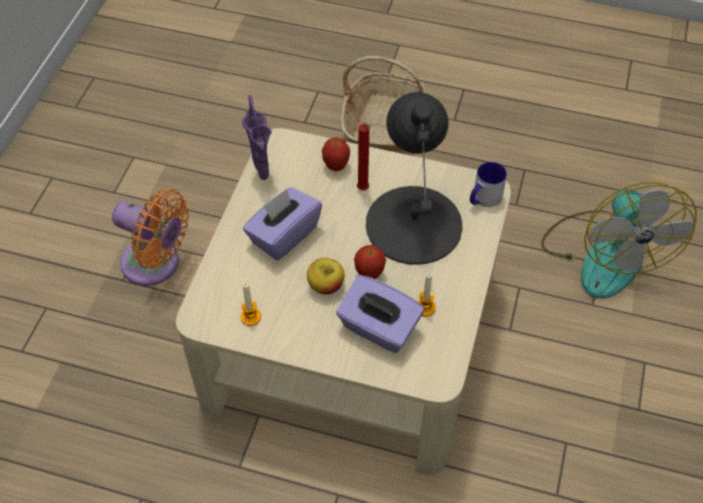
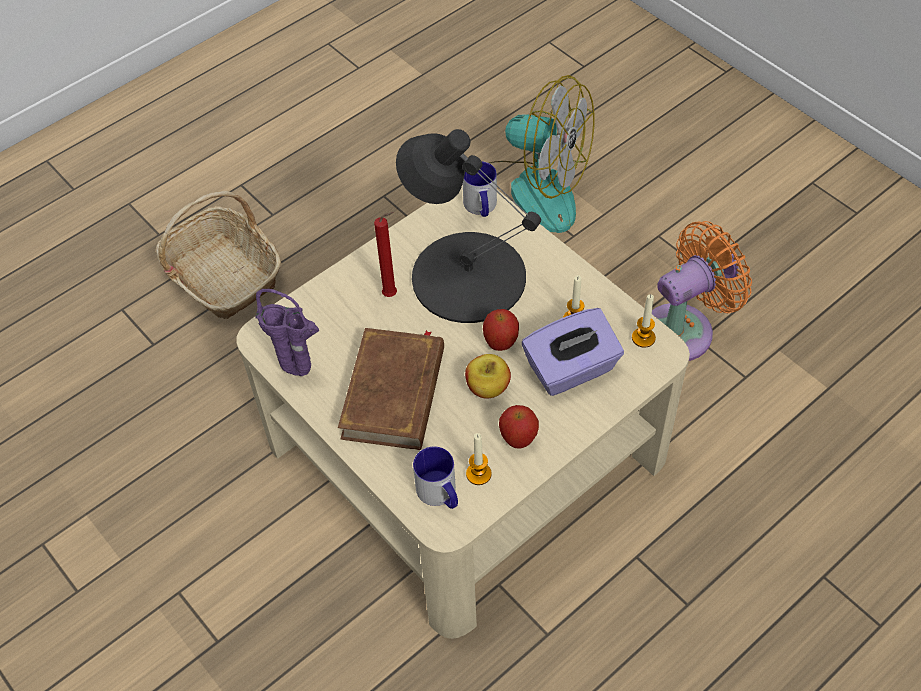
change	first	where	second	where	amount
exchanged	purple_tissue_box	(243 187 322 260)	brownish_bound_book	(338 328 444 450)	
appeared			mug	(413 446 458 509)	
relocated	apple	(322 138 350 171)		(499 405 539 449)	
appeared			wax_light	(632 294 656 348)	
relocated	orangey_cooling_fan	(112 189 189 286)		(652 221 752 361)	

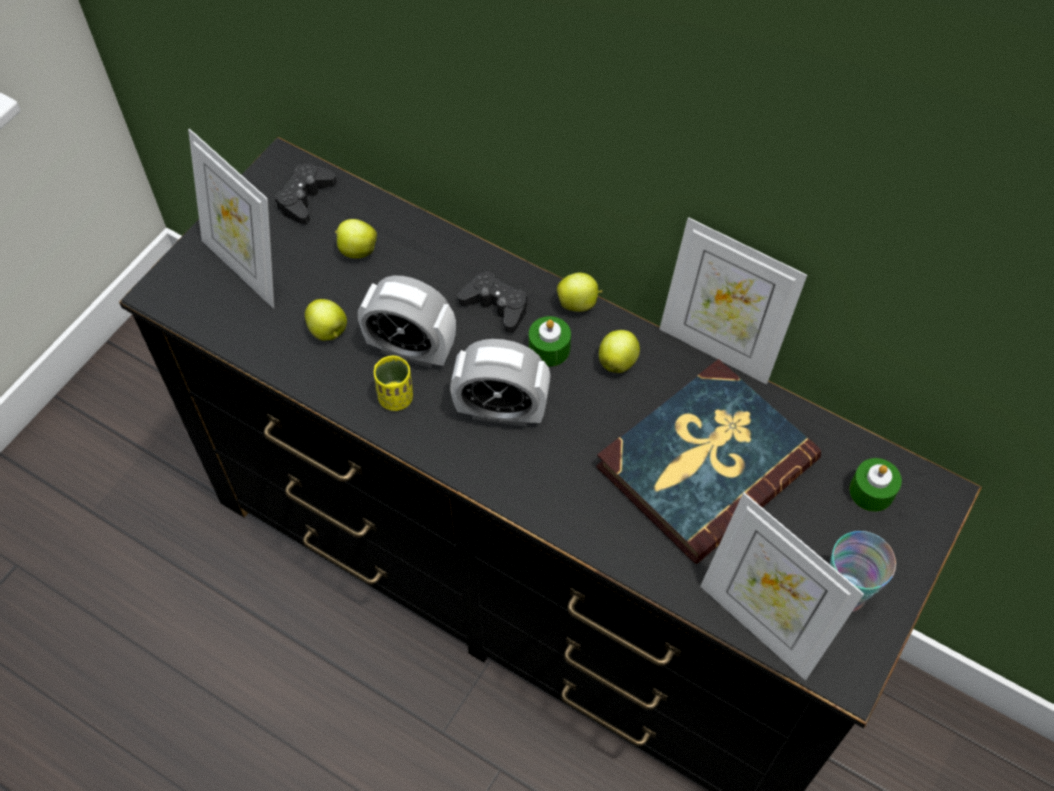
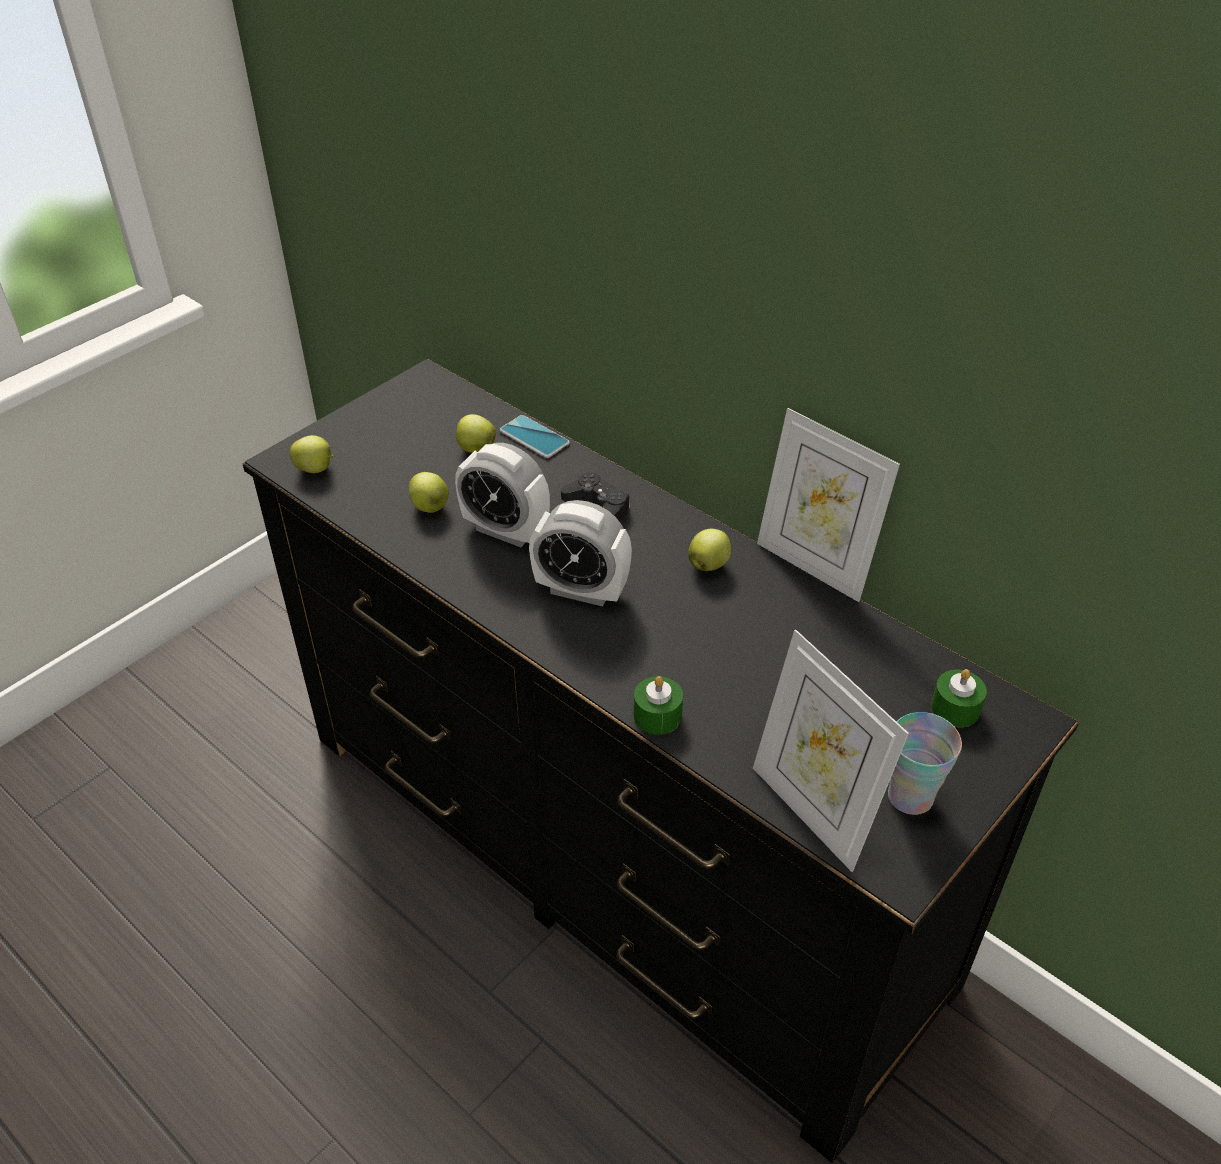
change	first	where	second	where	amount
relocated	apple	(557 273 602 312)		(290 435 334 473)	
appeared			handset	(500 415 570 458)	
relocated	greenish_wax_light	(529 316 571 367)		(634 676 683 735)	
missing	picture_frame	(188 129 274 308)			
missing	black_game_controller	(275 163 337 224)			
missing	yellow-coloured_cup	(374 356 413 411)			
missing	bound_book	(596 359 821 564)			

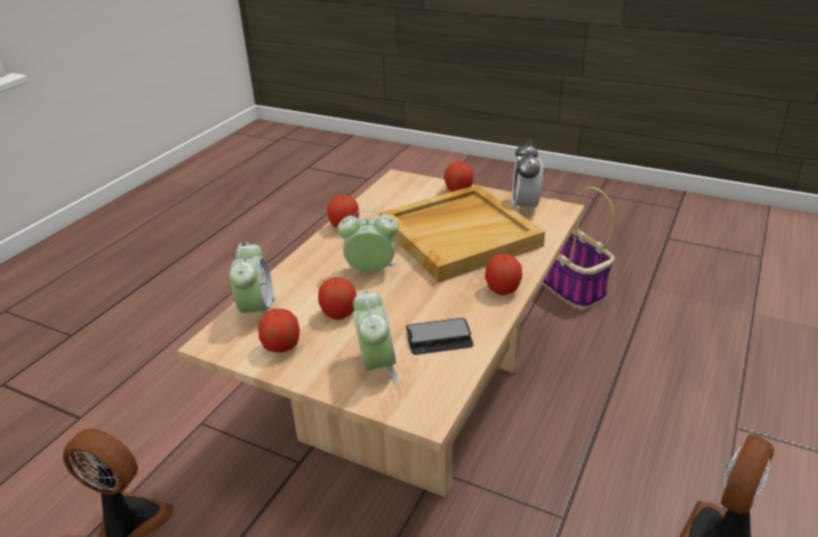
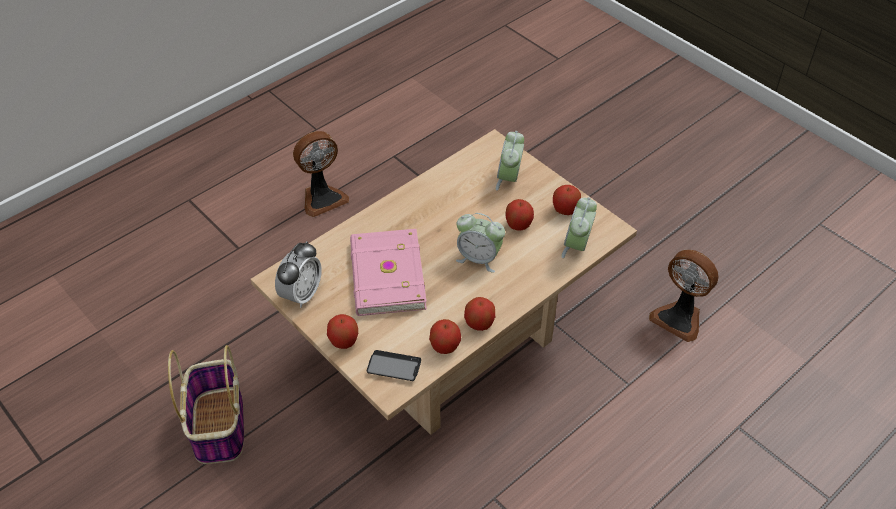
change	first	where	second	where	amount
exchanged	beige_carrying_tray	(380 185 545 282)	pink_bound_book	(350 229 427 316)	
relocated	handset	(406 318 473 355)		(367 350 421 381)	
relocated	apple	(485 254 522 295)		(429 319 461 354)	

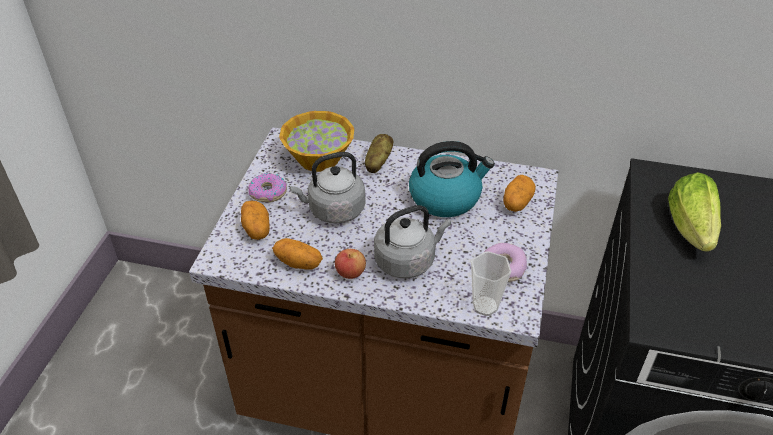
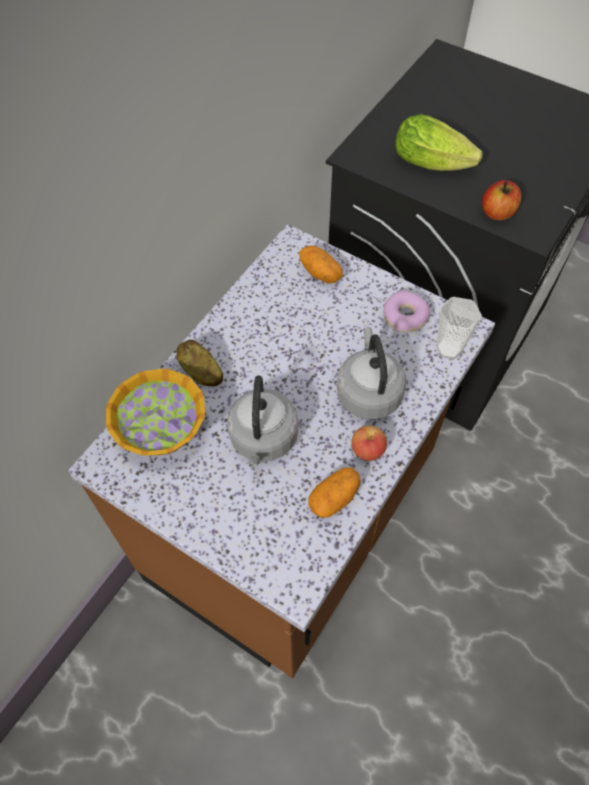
change	first	where	second	where	amount
appeared			apple	(482 180 521 220)	
missing	spud	(241 200 270 240)			
missing	donut	(248 173 287 202)			
missing	tea_kettle	(409 141 495 217)			

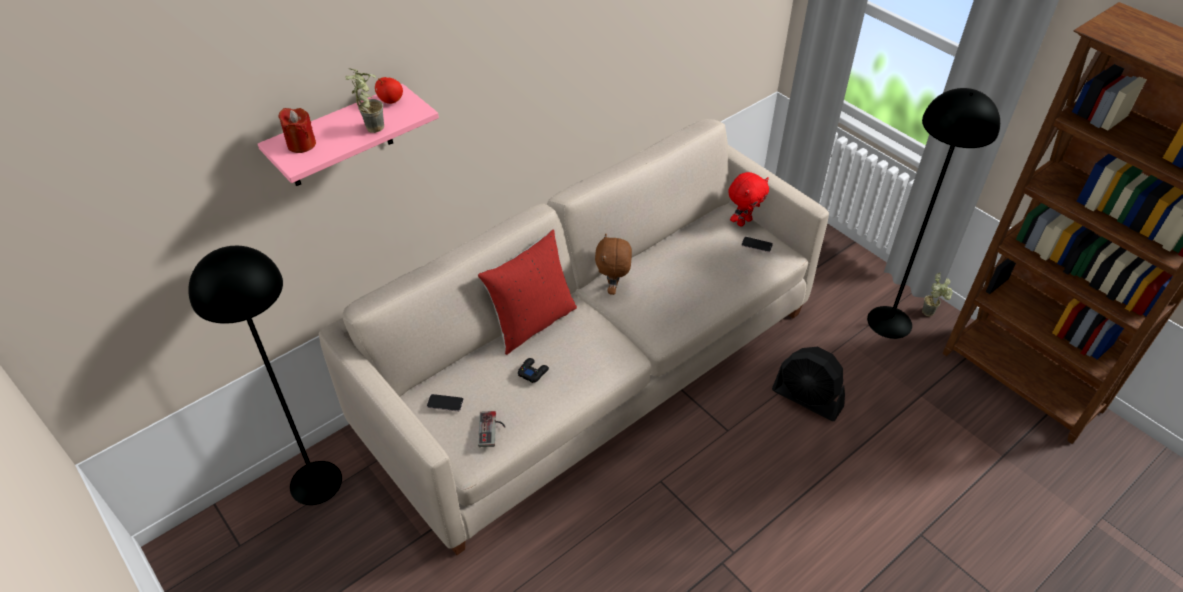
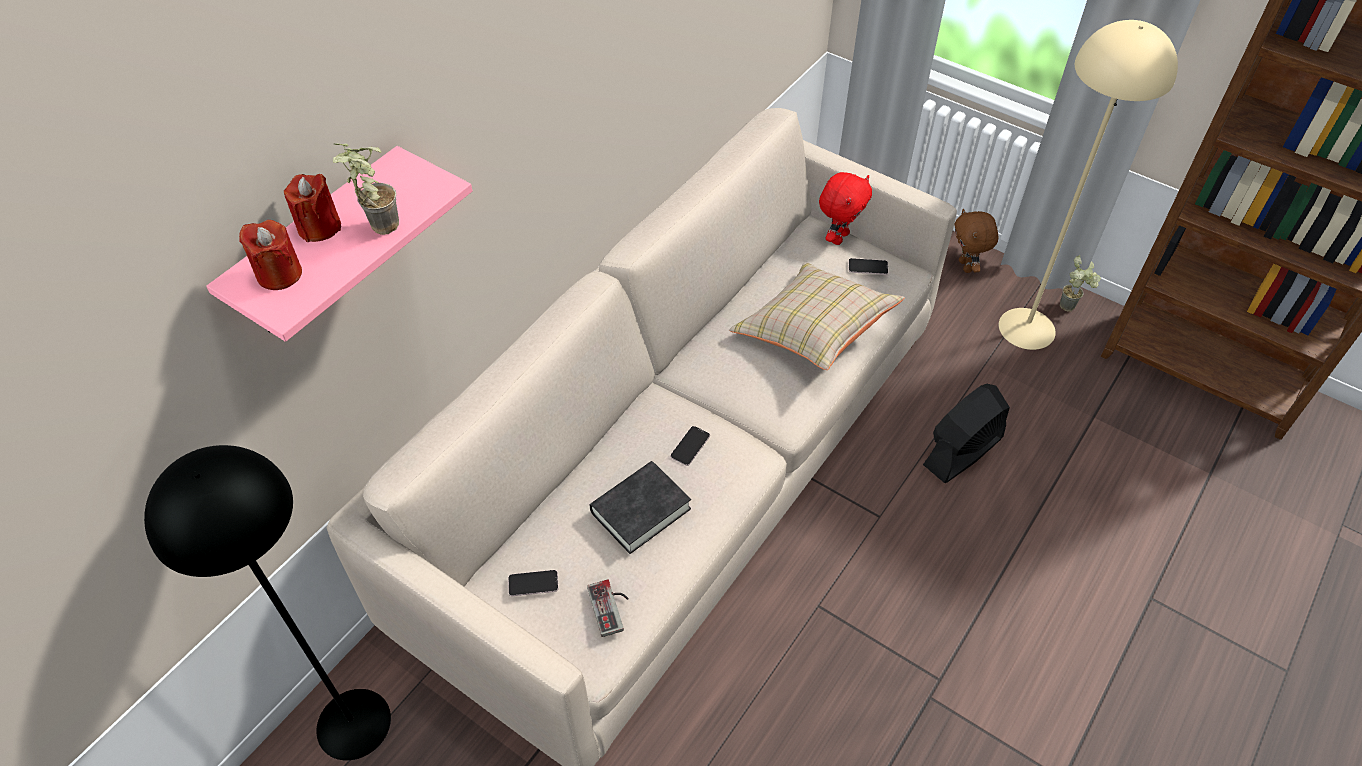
change	first	where	second	where	amount
appeared			red-coloured_wax_light	(284 174 341 242)	
exchanged	black_game_controller	(518 358 549 383)	black_bound_book	(590 461 691 554)	
appeared			handset	(670 426 710 466)	
appeared			beige_pillow	(729 262 905 370)	
spun	black_cooling_fan	(772 347 845 421)		(923 384 1010 483)	120 degrees clockwise
relocated	brownish_plush_toy	(595 234 632 295)		(954 209 998 273)	
colour	black_standing_lamp	(867 88 1000 339)	beige_standing_lamp	(999 20 1178 350)	
missing	apple	(375 77 403 104)			
missing	red-coloured_pillow	(478 229 577 355)			

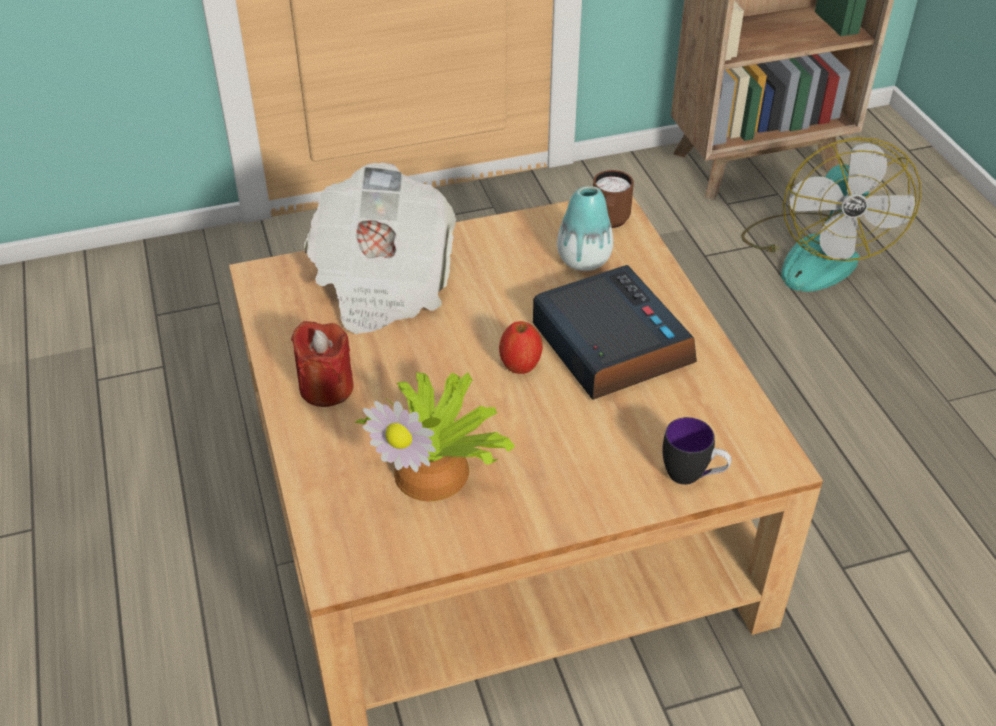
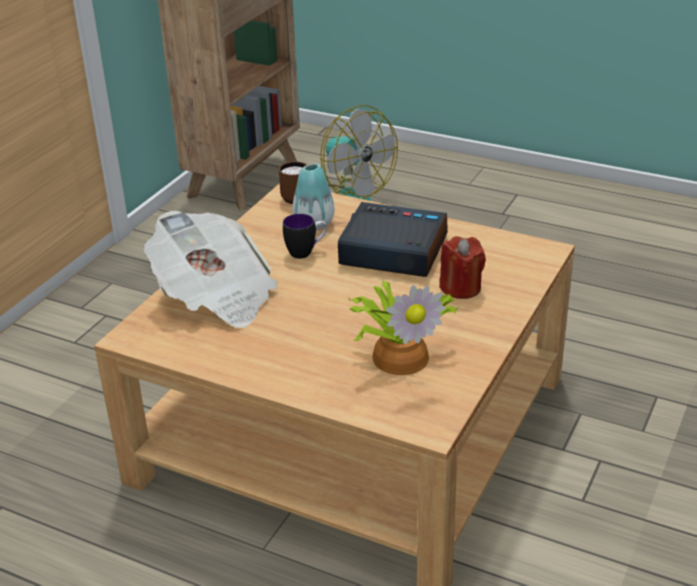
change	first	where	second	where	amount
relocated	mug	(663 417 731 485)		(283 214 327 259)	
relocated	red-coloured_wax_light	(291 321 353 407)		(439 236 486 299)	
missing	apple	(499 321 543 374)			

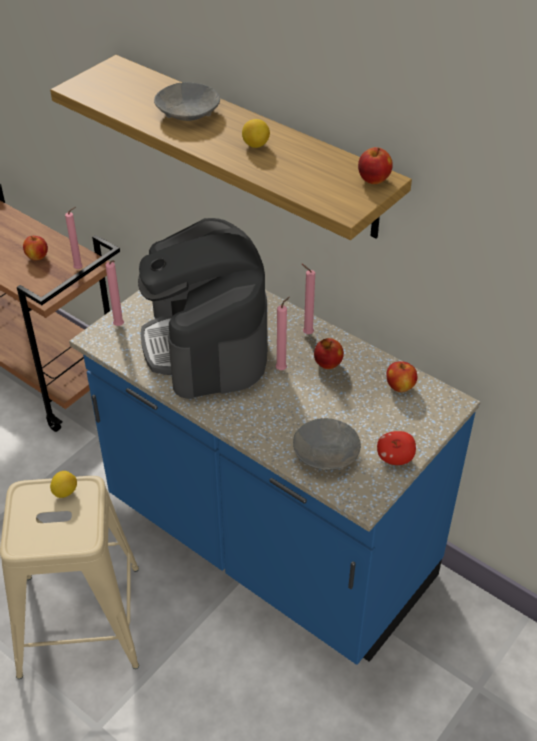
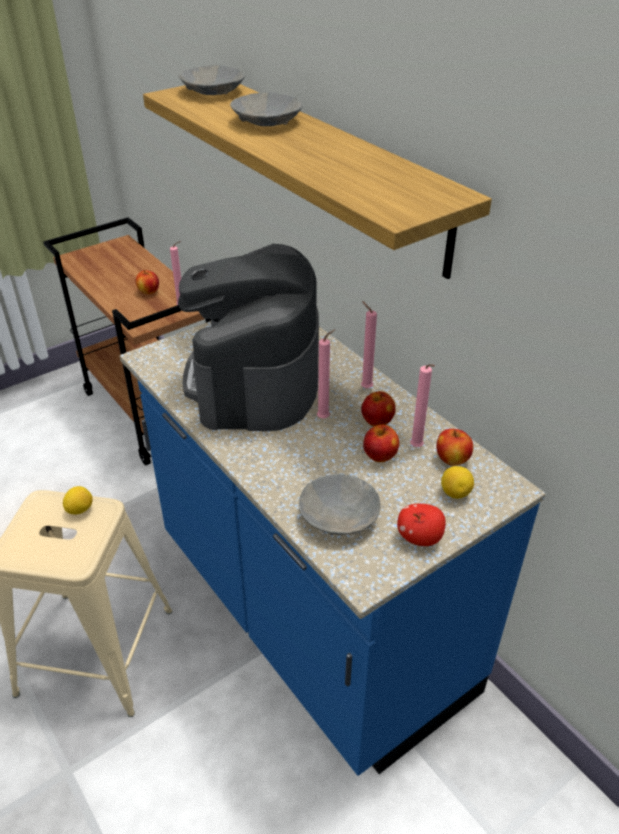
change	first	where	second	where	amount
appeared			grey_serving_bowl	(179 65 245 95)	
relocated	apple	(358 147 393 184)		(363 425 399 462)	
relocated	pink_wax_light	(105 260 124 326)		(410 364 435 447)	
relocated	whole_lemon	(242 119 270 148)		(441 466 474 499)	

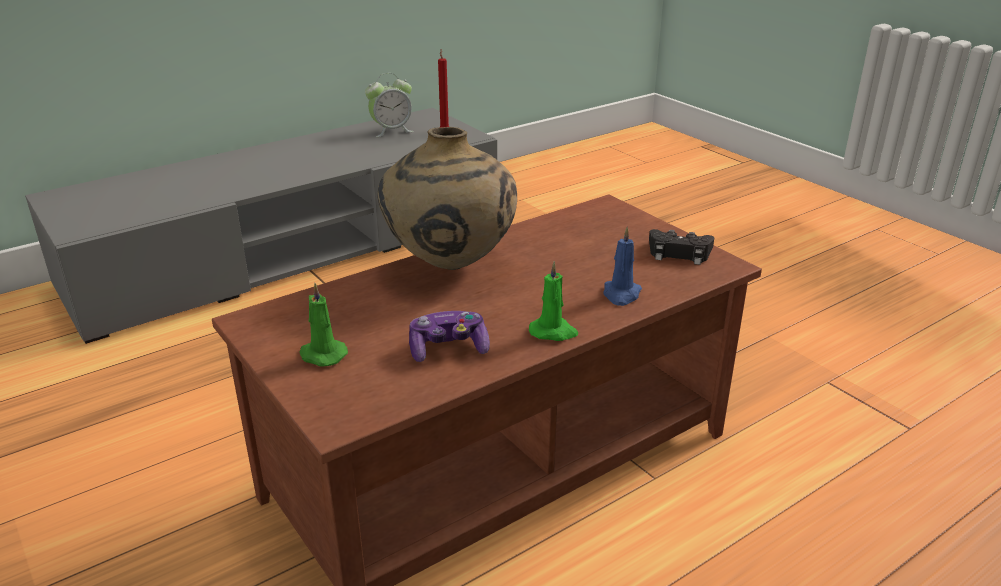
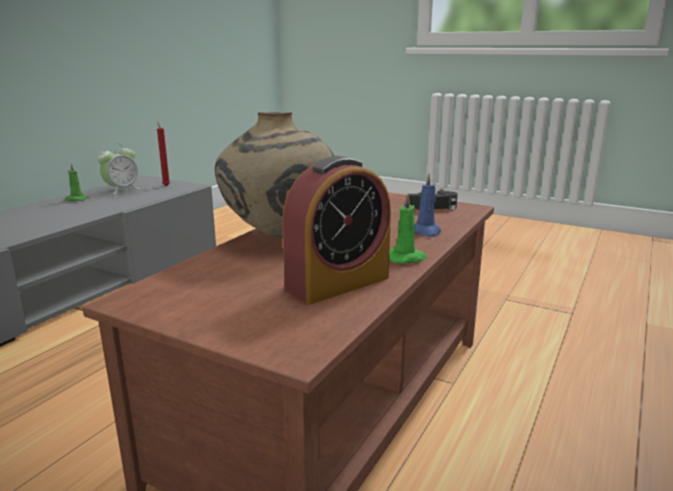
change	first	where	second	where	amount
relocated	greenish_wax_light	(300 283 348 366)		(65 164 88 201)	
exchanged	game_controller	(409 311 490 362)	bedside_clock	(282 156 391 304)	

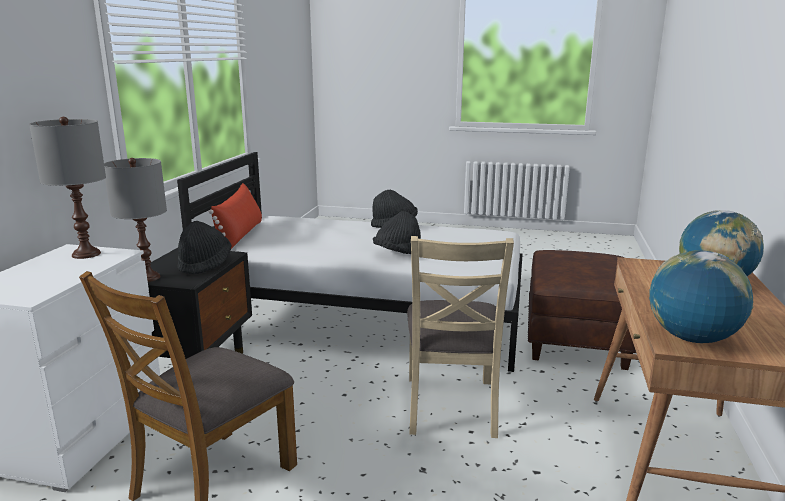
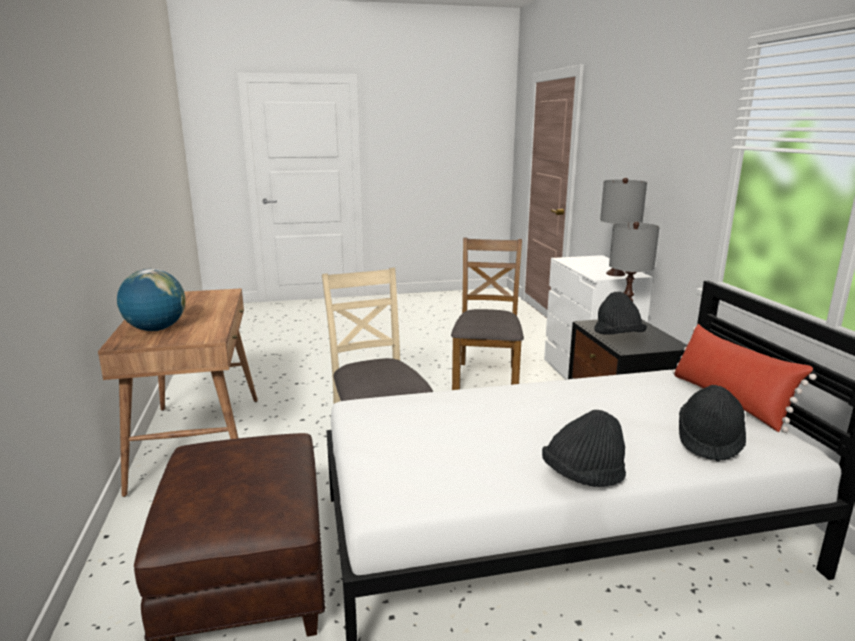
change	first	where	second	where	amount
relocated	black_wearable_hat	(373 211 421 254)		(679 385 746 462)	
missing	desk_globe	(649 250 753 343)			

